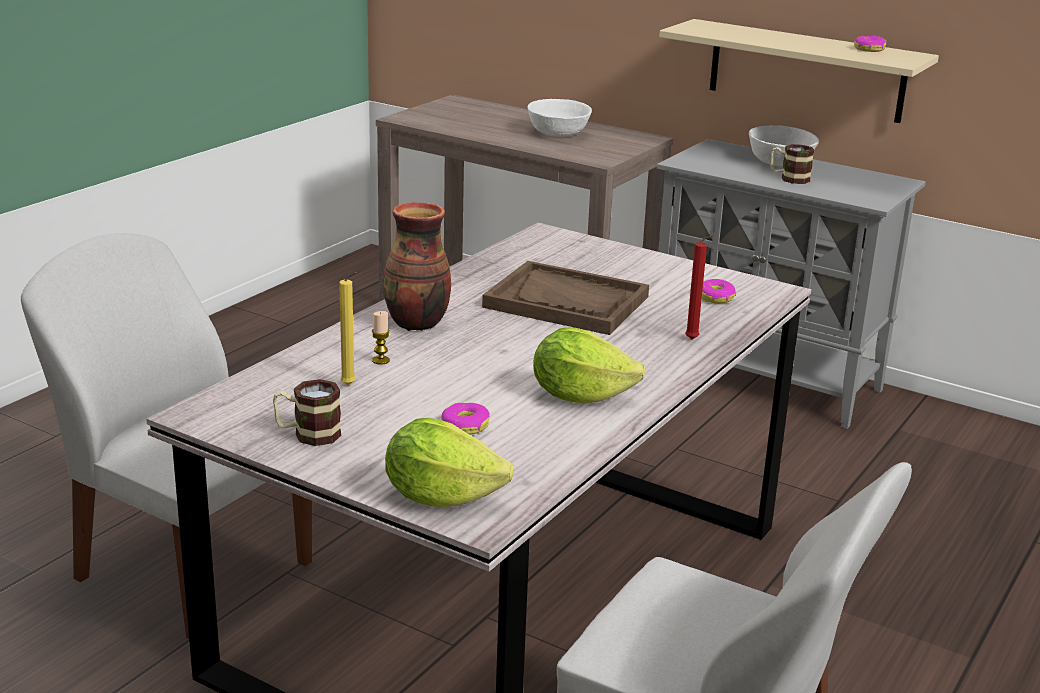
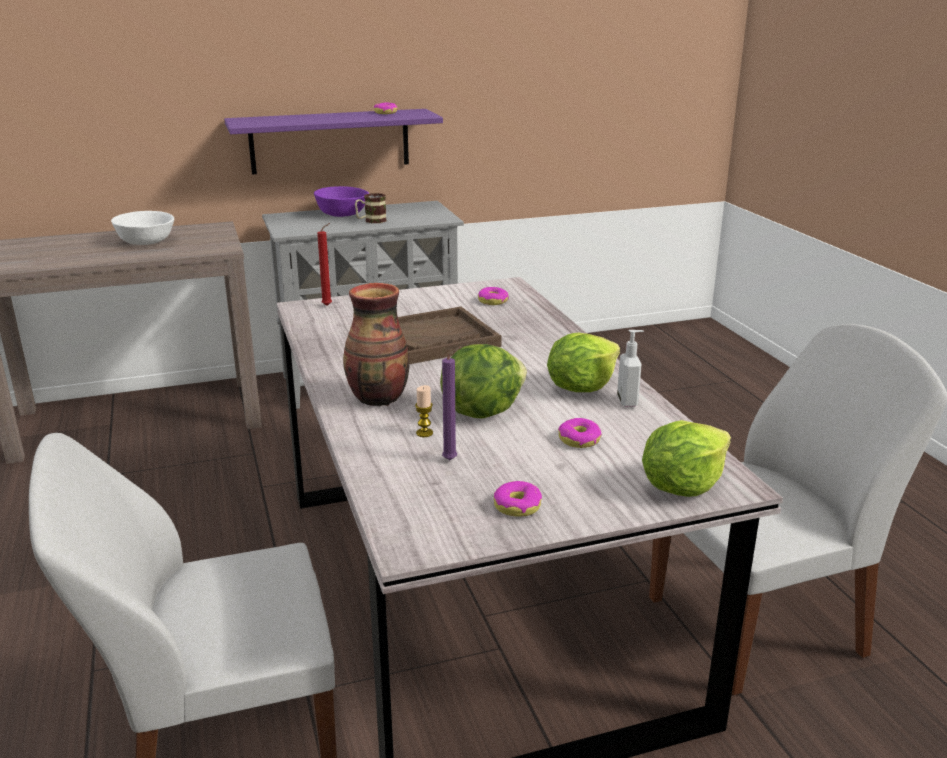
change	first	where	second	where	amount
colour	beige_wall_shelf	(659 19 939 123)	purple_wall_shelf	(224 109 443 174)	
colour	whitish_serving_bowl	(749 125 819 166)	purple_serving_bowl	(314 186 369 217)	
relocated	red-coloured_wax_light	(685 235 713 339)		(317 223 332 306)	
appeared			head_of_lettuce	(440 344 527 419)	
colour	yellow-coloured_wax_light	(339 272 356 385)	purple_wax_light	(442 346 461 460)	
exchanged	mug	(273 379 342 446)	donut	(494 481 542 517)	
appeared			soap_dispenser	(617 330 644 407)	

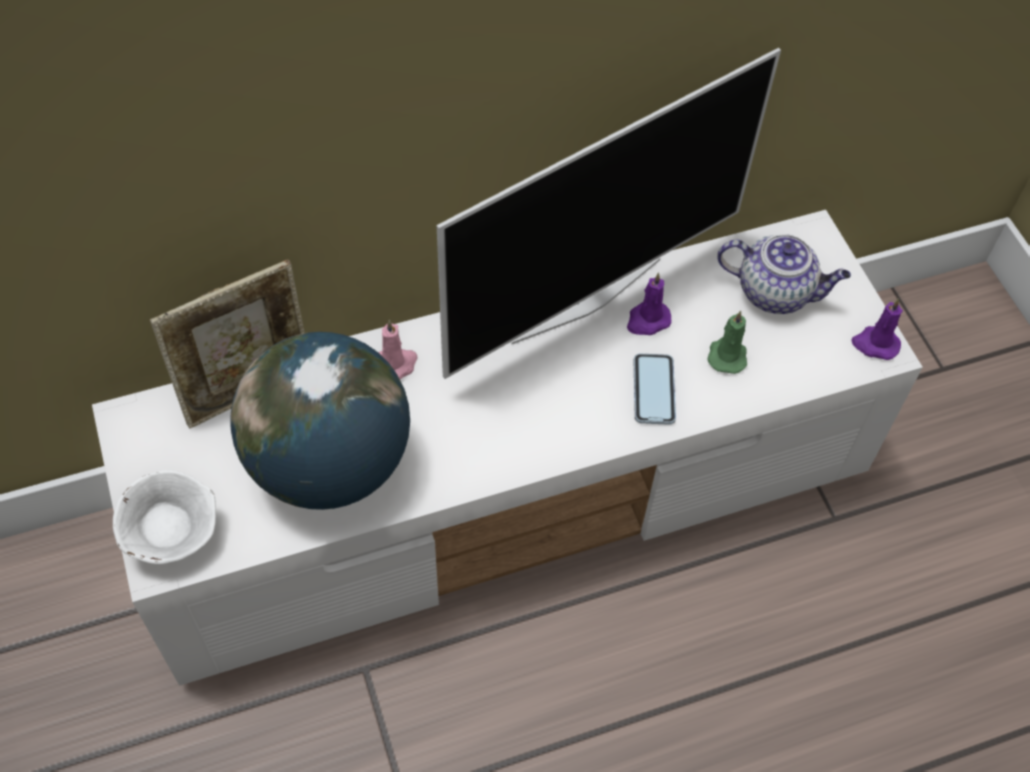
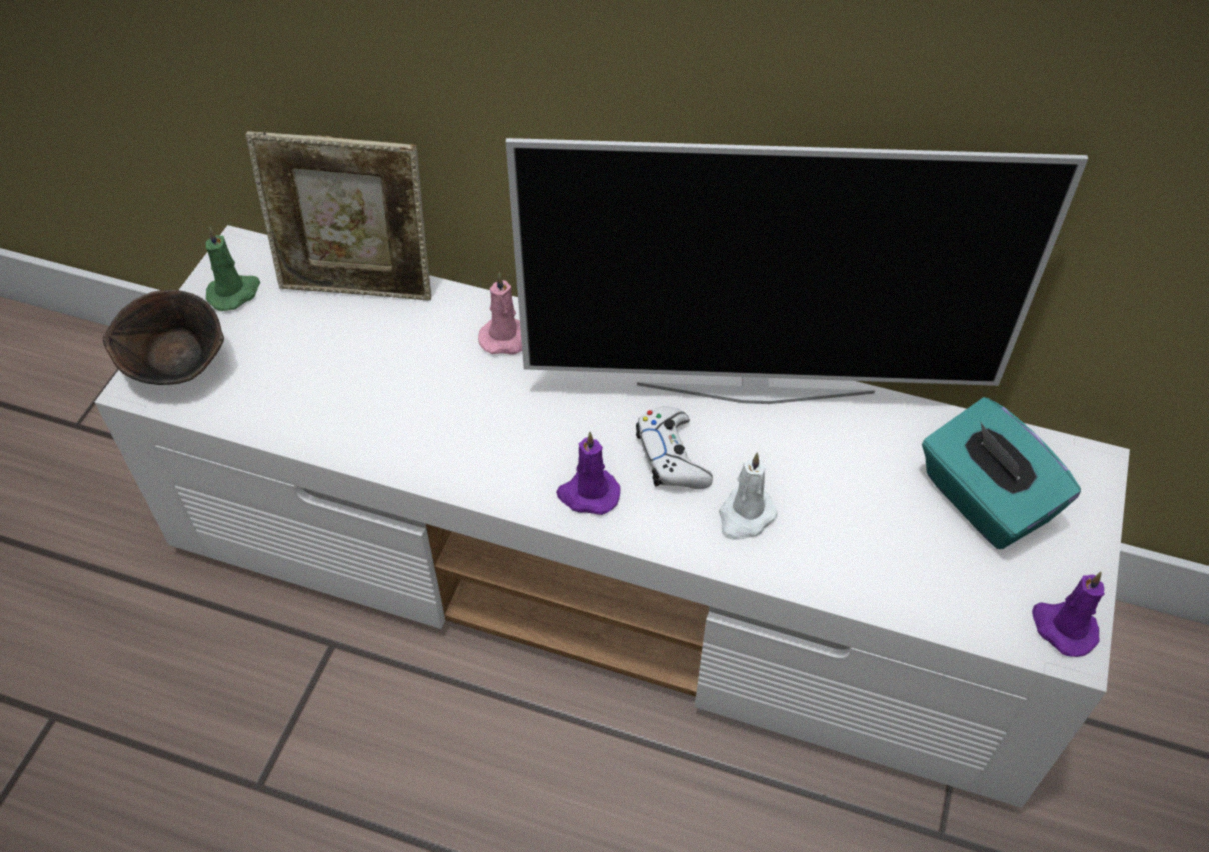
change	first	where	second	where	amount
colour	whitish_serving_bowl	(113 470 216 564)	brownish_serving_bowl	(103 290 224 385)	
relocated	greenish_wax_light	(707 311 747 374)		(205 227 260 311)	
relocated	purple_wax_light	(627 273 671 335)		(556 432 620 515)	
appeared			whitish_game_controller	(636 406 713 489)	
exchanged	handset	(634 354 676 425)	whitish_wax_light	(719 453 778 540)	
exchanged	teapot	(717 234 851 314)	turquoise_tissue_box	(922 397 1081 549)	
missing	desk_globe	(231 332 410 510)			

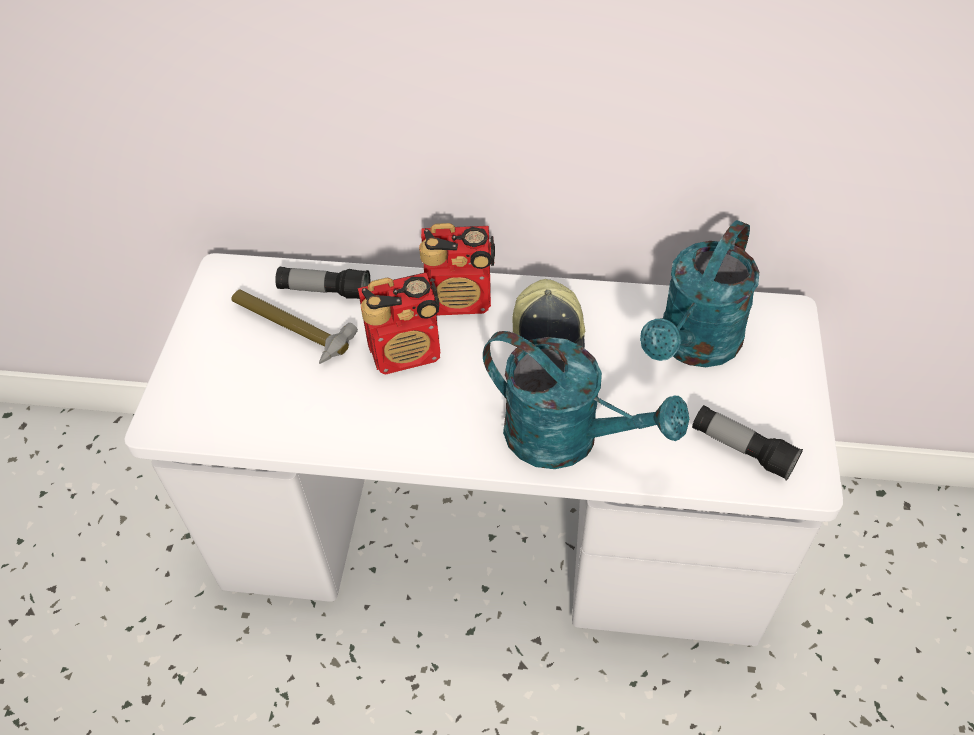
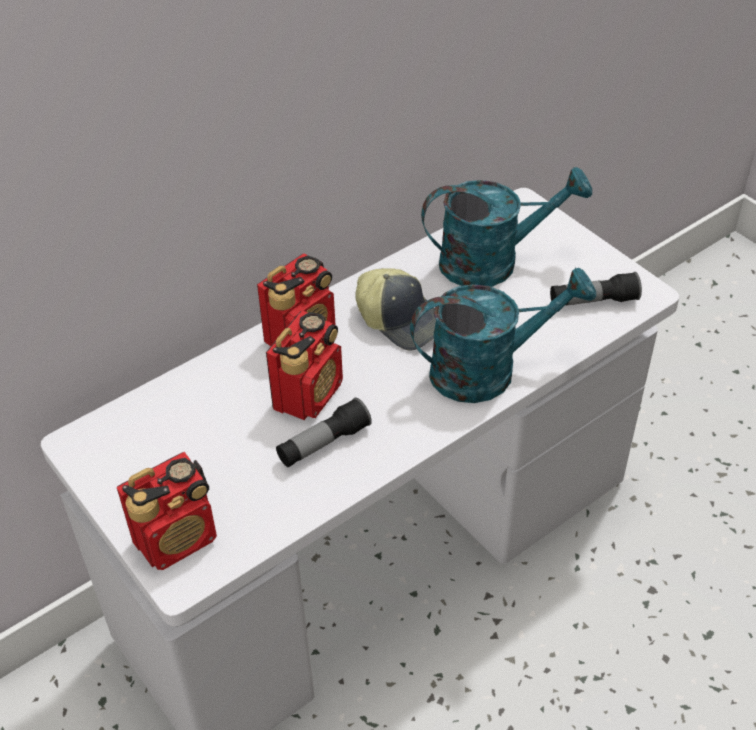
change	first	where	second	where	amount
appeared			radio_set	(117 452 217 570)	
relocated	hand_torch	(275 267 370 299)		(276 397 372 467)	
spun	turquoise_watering_can	(640 220 759 367)		(421 167 592 287)	90 degrees counterclockwise
missing	hand_hammer	(231 289 358 364)			

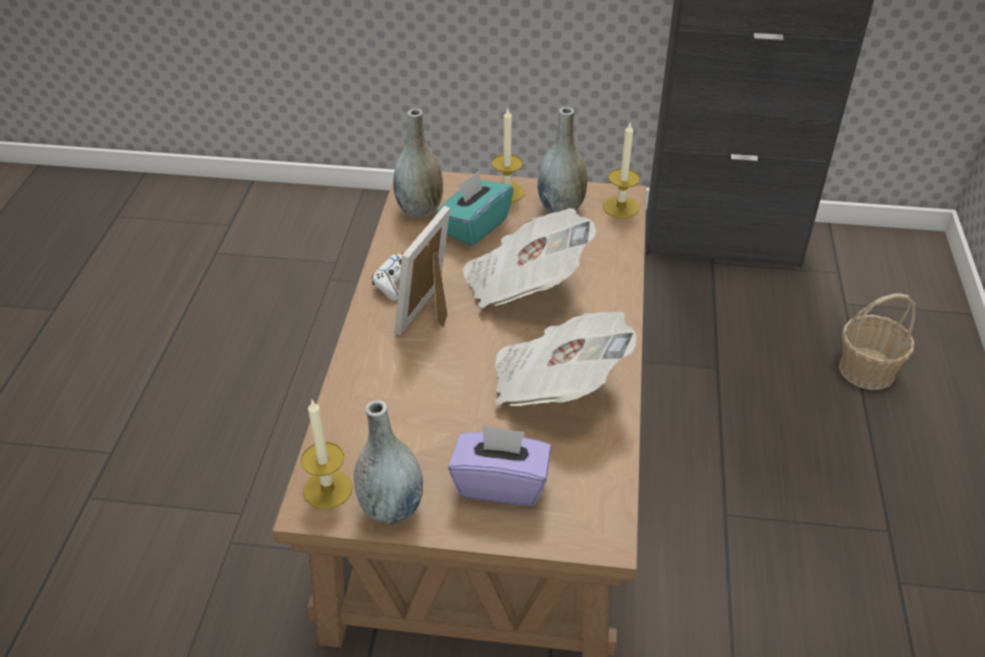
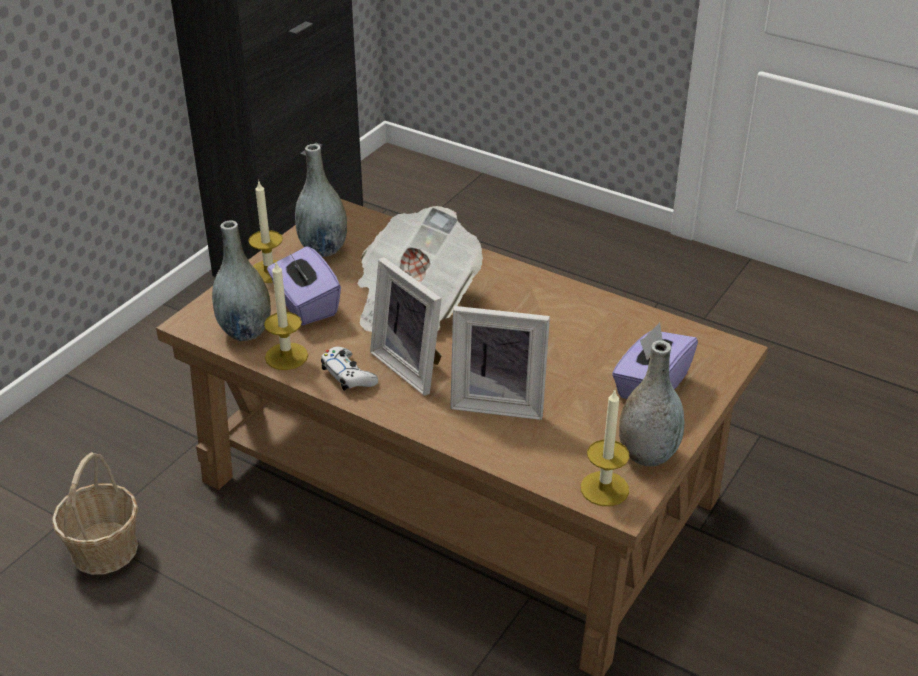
change	first	where	second	where	amount
relocated	household_basket	(839 294 915 390)		(52 452 138 575)	
relocated	wax_light	(603 123 640 218)		(264 262 308 370)	
colour	turquoise_tissue_box	(436 171 514 246)	purple_tissue_box	(267 246 341 325)	
appeared			picture_frame	(450 306 550 420)	
missing	printed_paper	(495 311 637 406)			

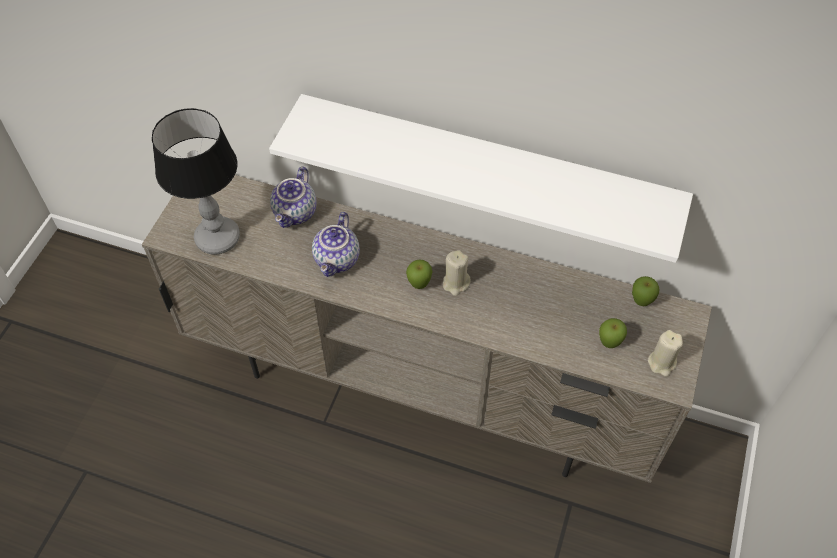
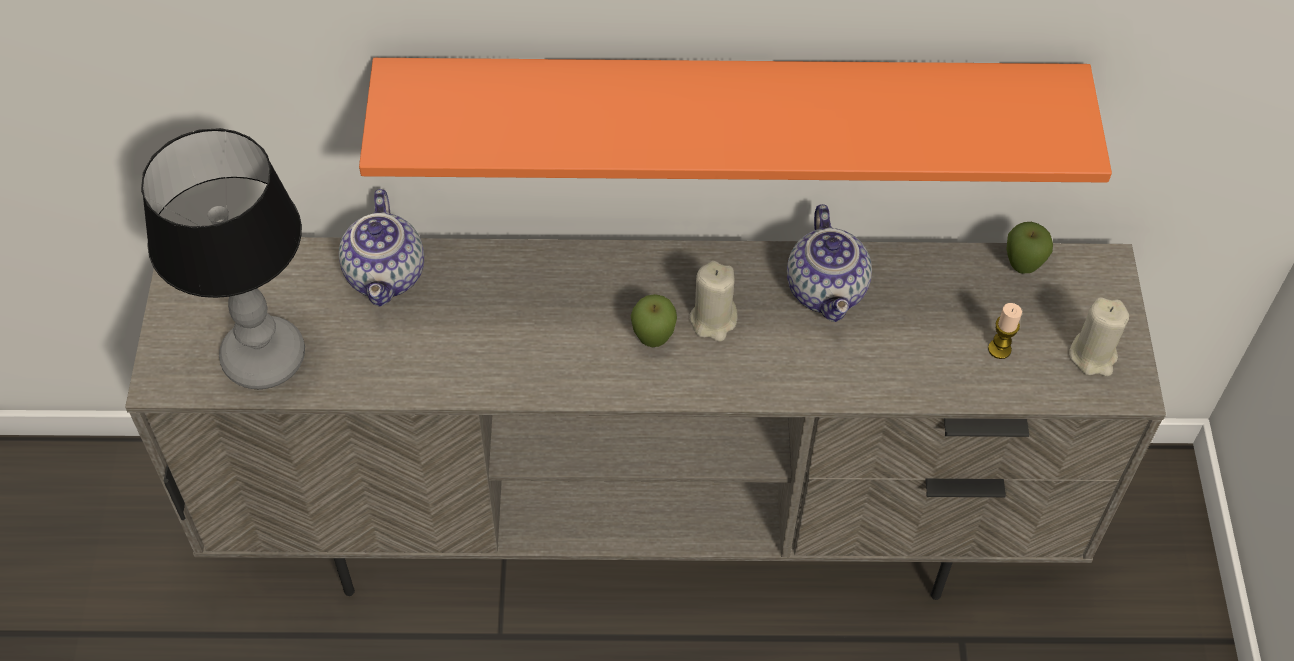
change	first	where	second	where	amount
colour	whitish_wall_shelf	(269 94 693 263)	orangey_wall_shelf	(359 58 1112 183)	
relocated	teapot	(312 212 360 277)		(787 204 872 322)	
exchanged	apple	(599 318 627 348)	wax_light	(988 303 1022 359)	

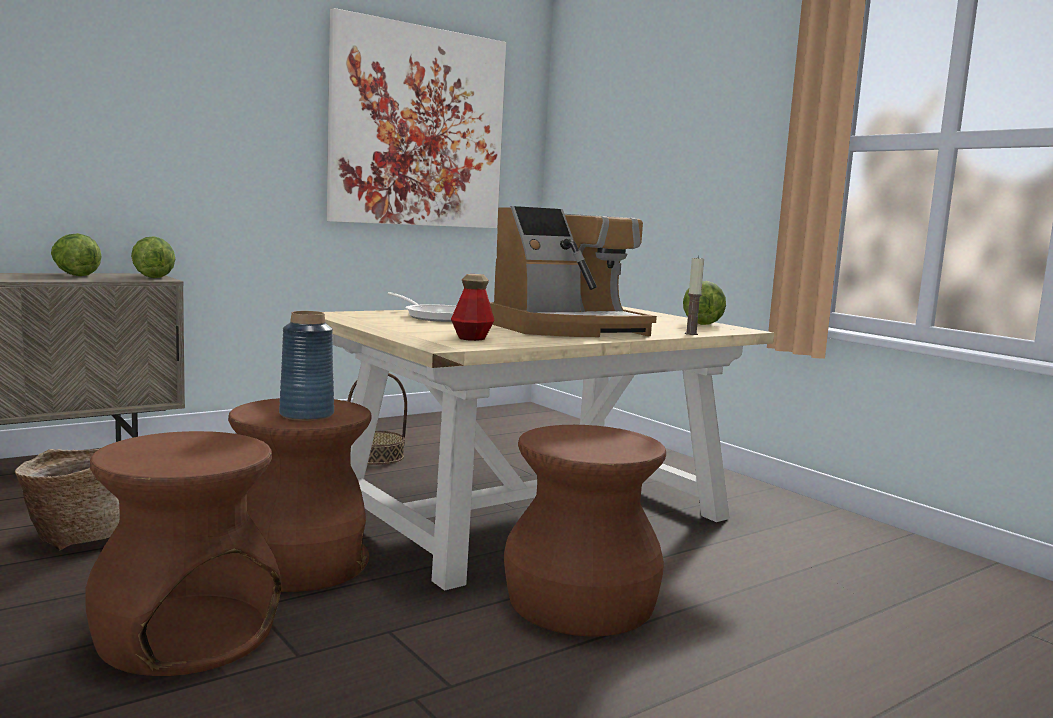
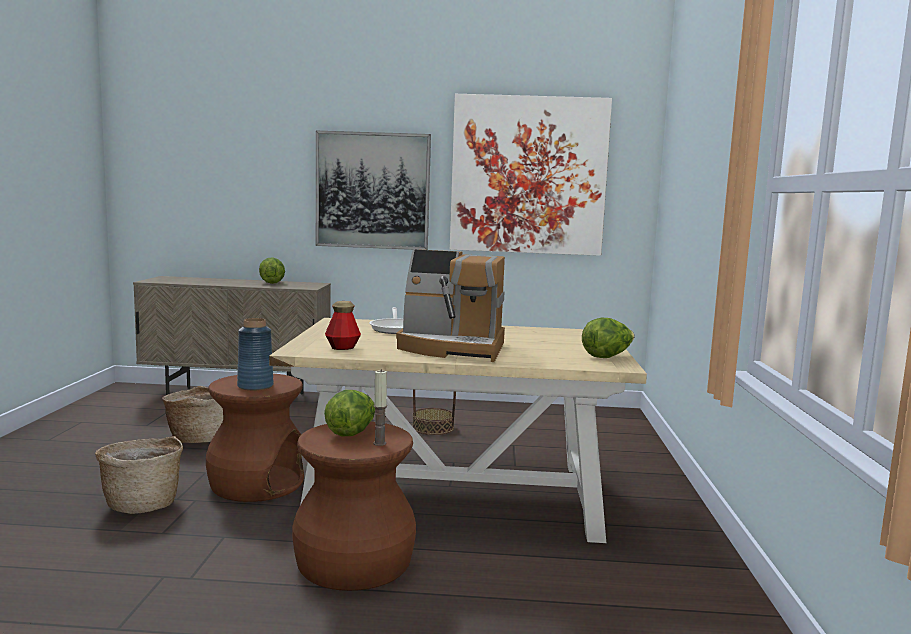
change	first	where	second	where	amount
exchanged	brownish_stool_seat	(85 431 281 676)	household_basket	(95 436 183 514)	
appeared			wall_art	(316 131 431 250)	
relocated	head_of_lettuce	(131 236 175 278)		(324 390 375 436)	
relocated	wax_light	(685 256 704 335)		(373 369 387 446)	

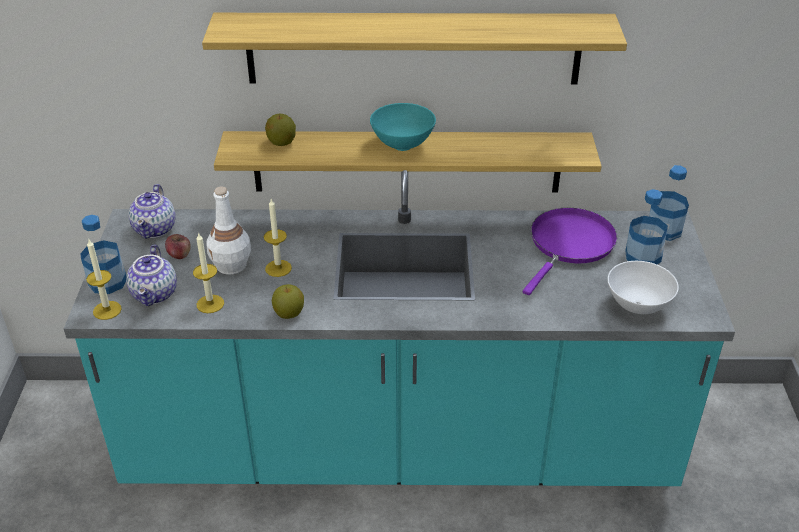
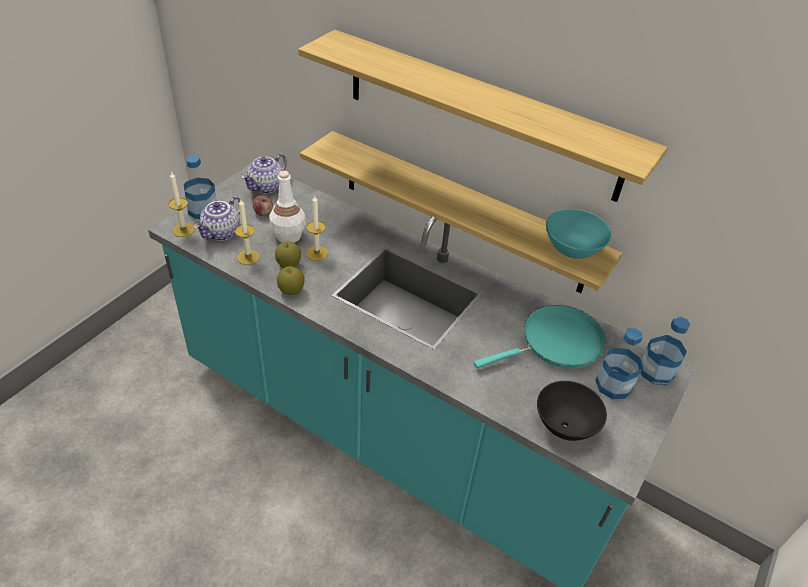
change	first	where	second	where	amount
relocated	apple	(265 114 296 146)		(275 241 301 268)	
colour	purple_frying_pan	(523 208 617 295)	turquoise_frying_pan	(474 305 606 369)	
colour	whitish_serving_bowl	(607 261 679 314)	black_serving_bowl	(537 381 607 441)	
relocated	turquoise_serving_bowl	(370 103 436 151)		(546 209 612 259)	

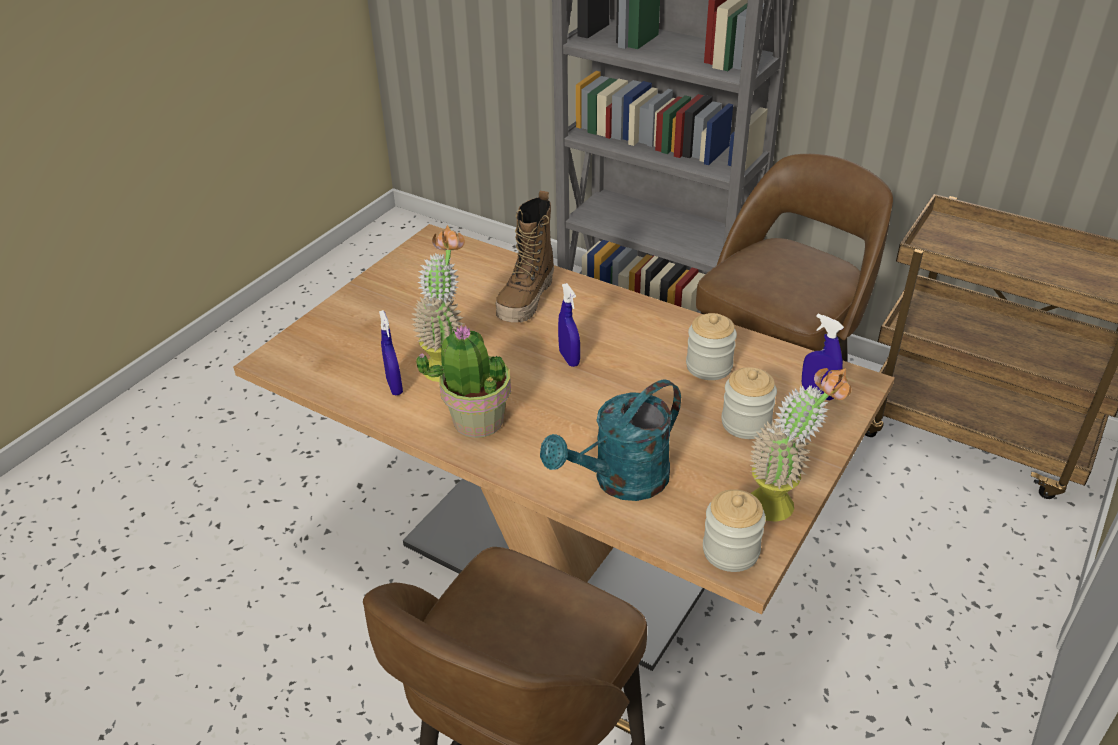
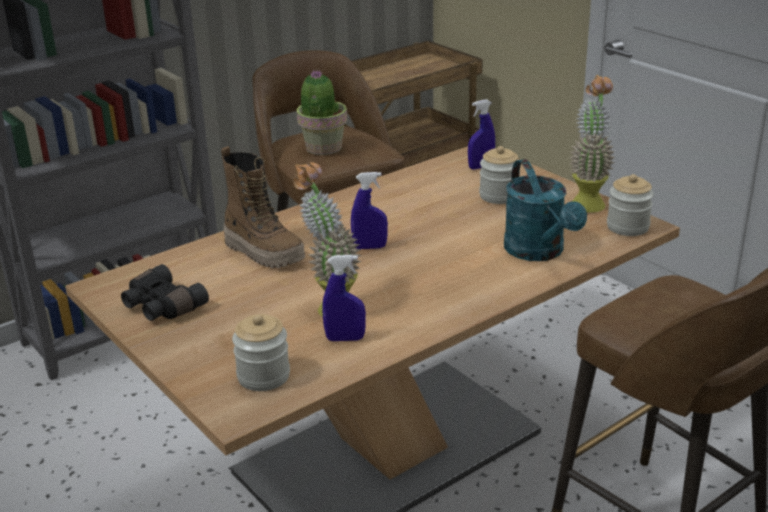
change	first	where	second	where	amount
appeared			black_binoculars	(121 264 209 321)	
relocated	storage_jar	(686 313 737 380)		(232 314 290 391)	
relocated	potted_plant	(416 325 511 438)		(296 70 347 155)	

